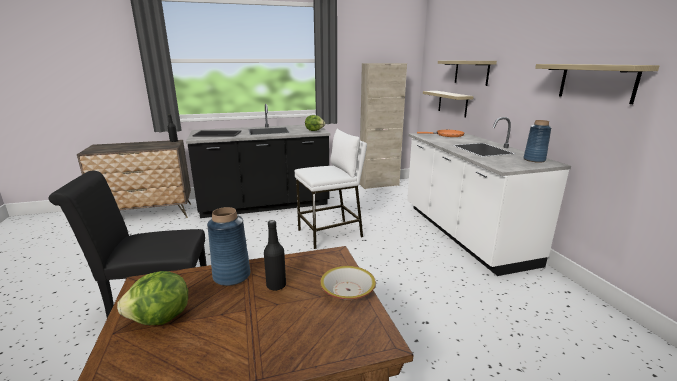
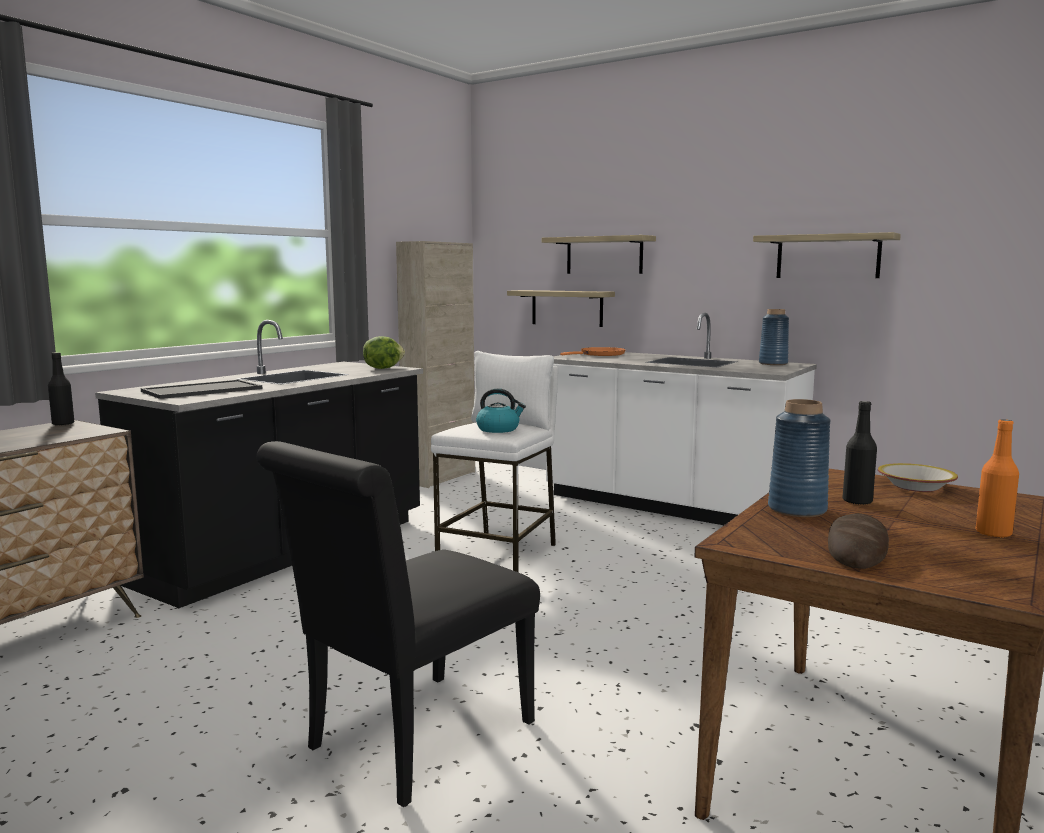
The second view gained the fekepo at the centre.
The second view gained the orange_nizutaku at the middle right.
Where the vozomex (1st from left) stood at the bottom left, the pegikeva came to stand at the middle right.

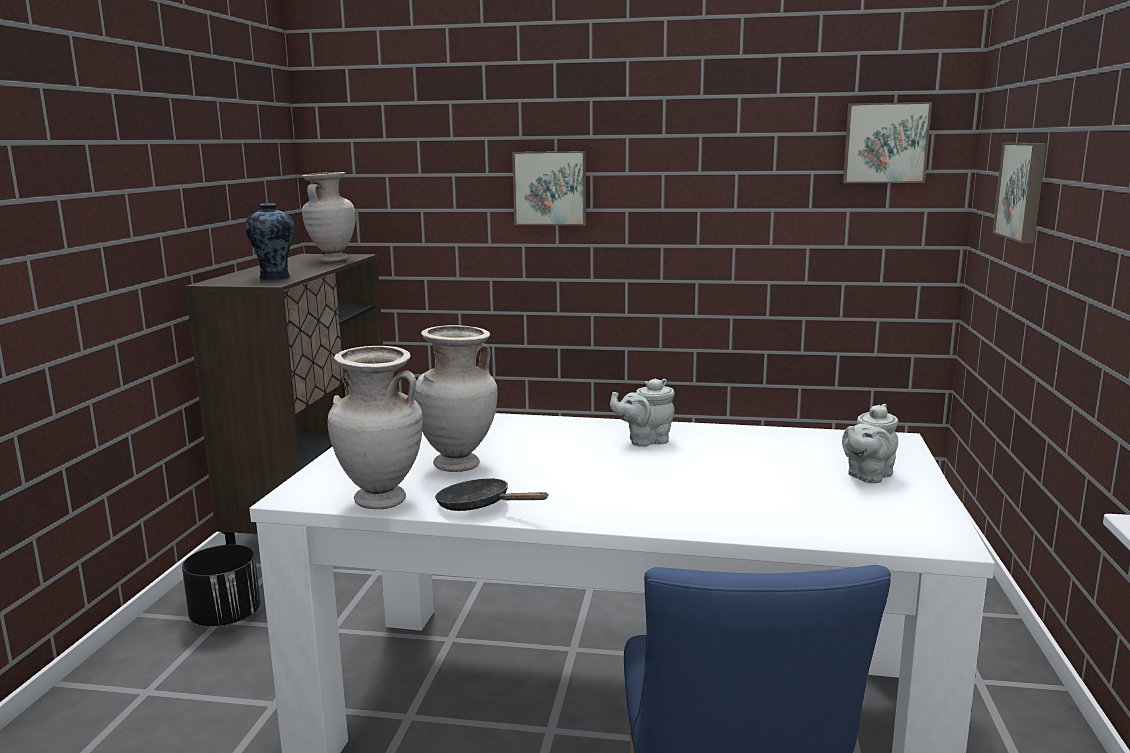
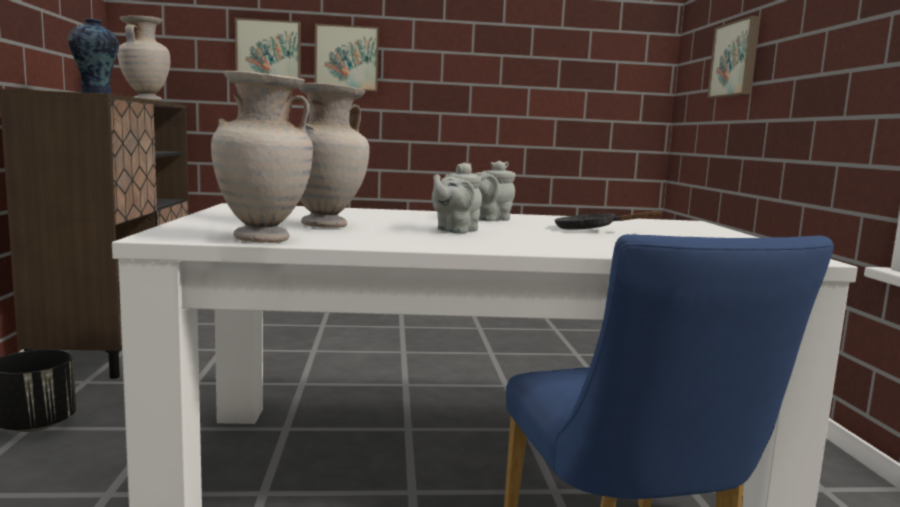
The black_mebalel ended up elsewhere, having gone from the centre to the middle right.
The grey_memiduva (2nd from left in the first image) ended up elsewhere, having gone from the middle right to the centre.
The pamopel (2nd from left in the first image) ended up elsewhere, having gone from the top right to the top left.

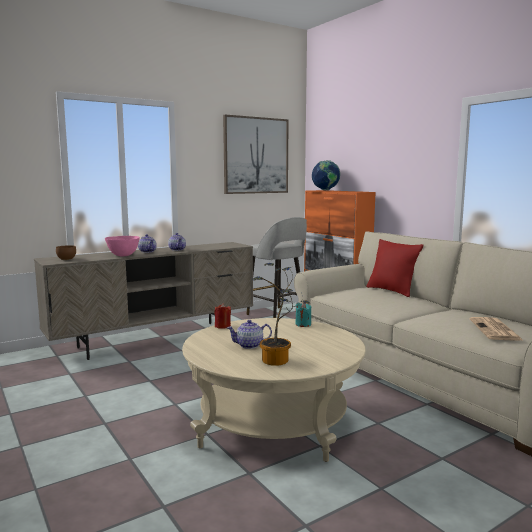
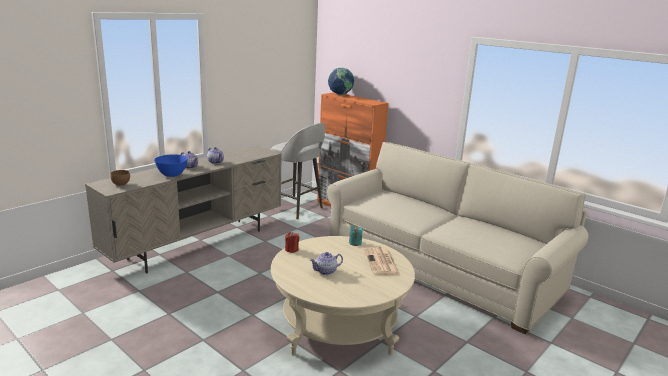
The second view lost the pamopel at the top centre.
The second view lost the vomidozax at the centre.
The second view lost the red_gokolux at the middle right.
The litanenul ended up elsewhere, having gone from the middle right to the bottom centre.
What was the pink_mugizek at the middle left turned into the blue_mugizek at the middle left.

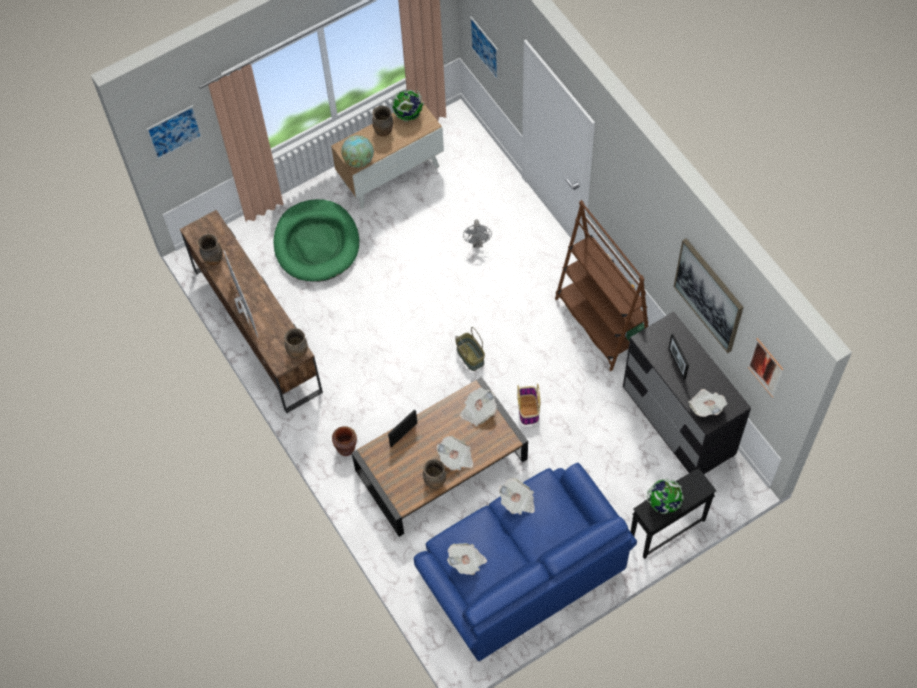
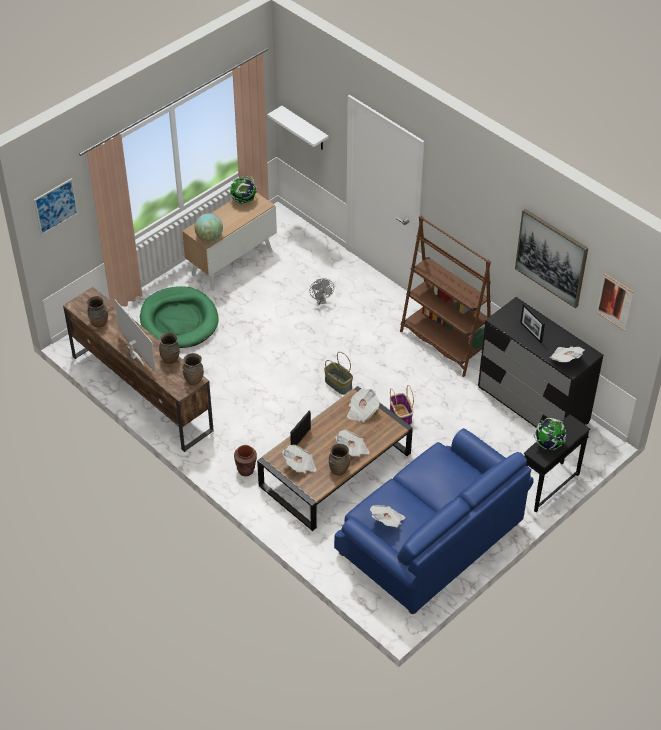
The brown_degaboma (4th from left in the first image) ended up elsewhere, having gone from the top centre to the middle left.
The litanenul (4th from left in the first image) ended up elsewhere, having gone from the bottom centre to the centre.
Where the pamopel (2nd from left) hung at the top centre, the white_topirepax came to hang at the top centre.

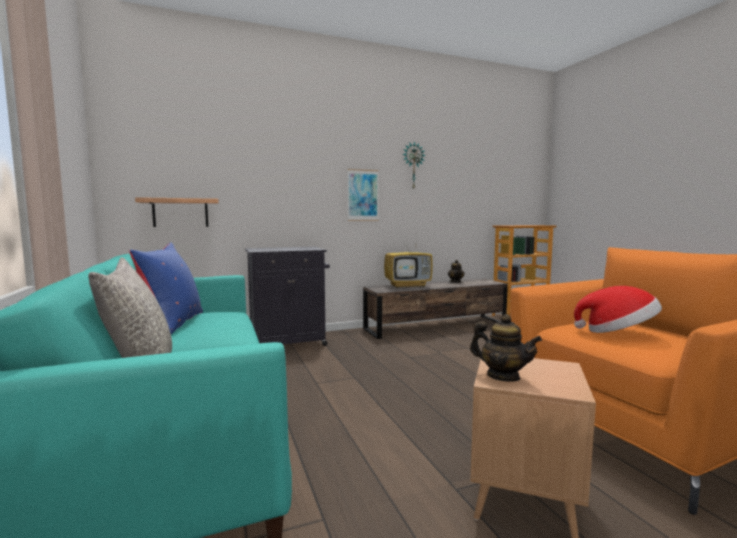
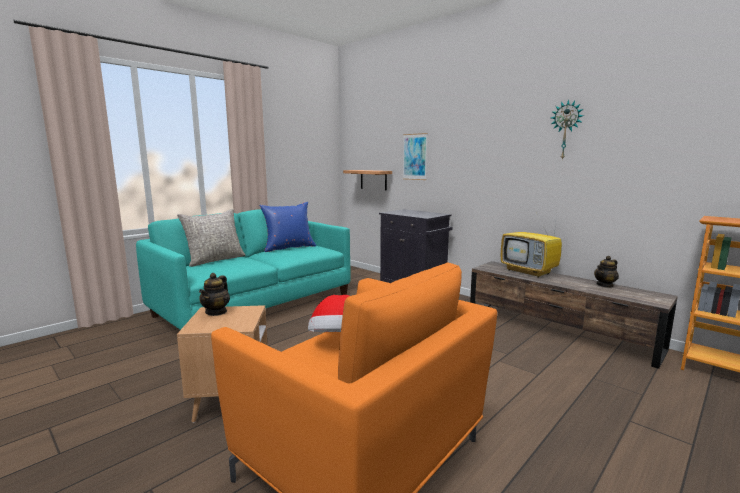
The pamopel ended up elsewhere, having gone from the centre to the top centre.

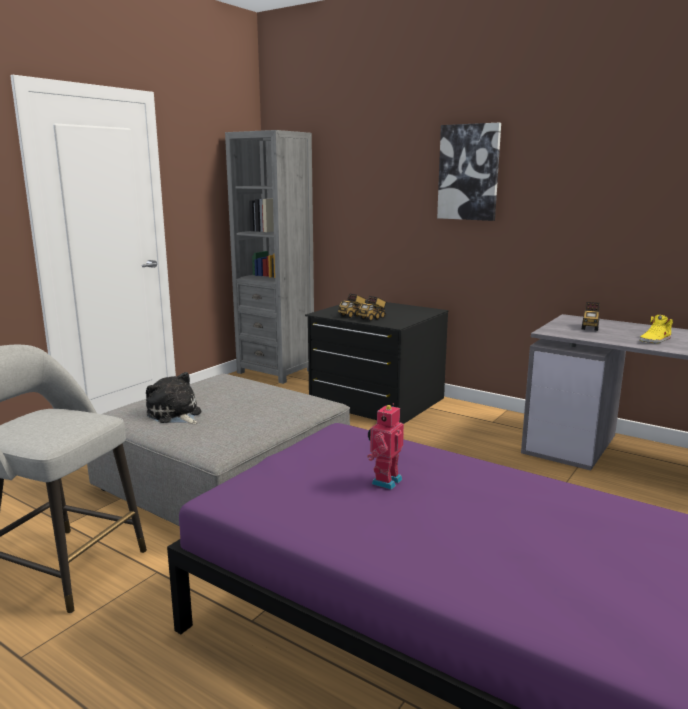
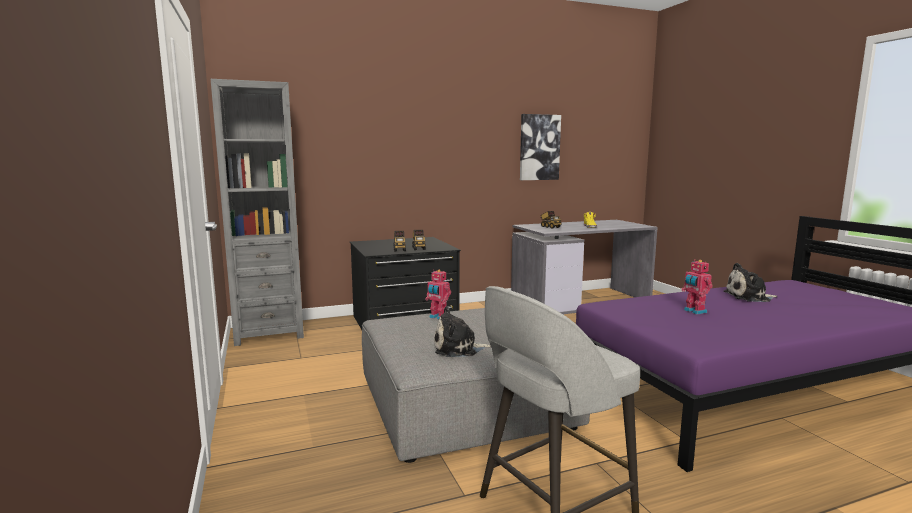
The second view gained the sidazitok (1st from left) at the centre.
The second view gained the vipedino (2nd from left) at the middle right.
The pamopel ended up elsewhere, having gone from the top right to the top centre.

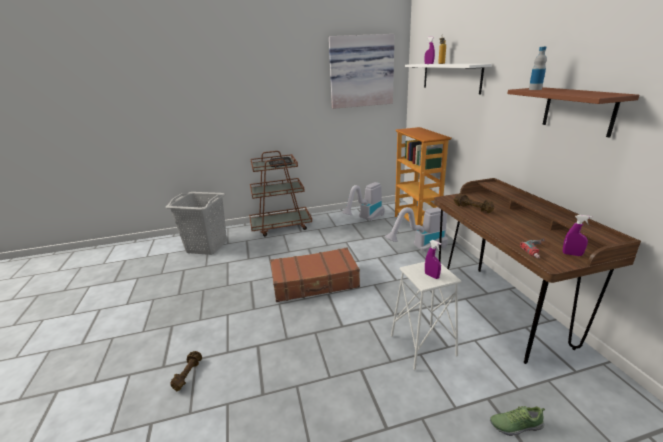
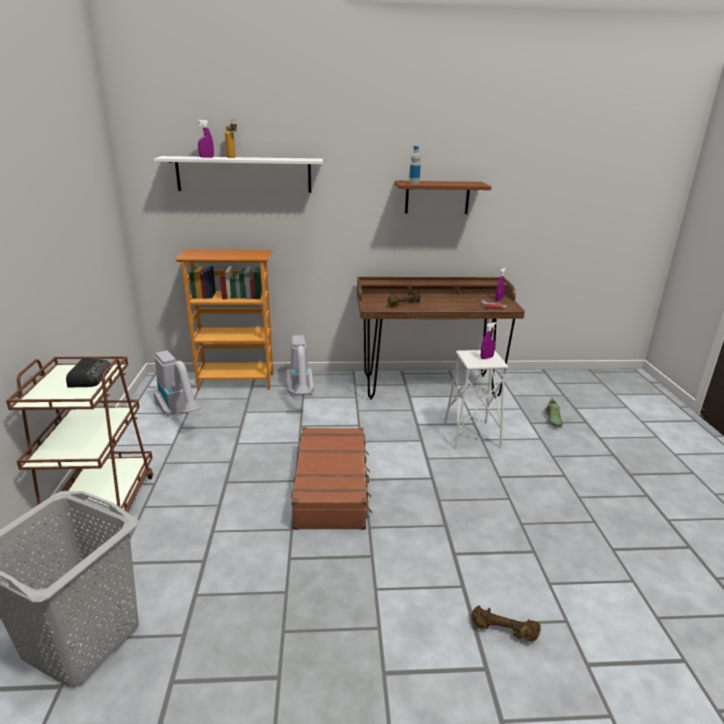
The second view lost the pamopel at the top centre.

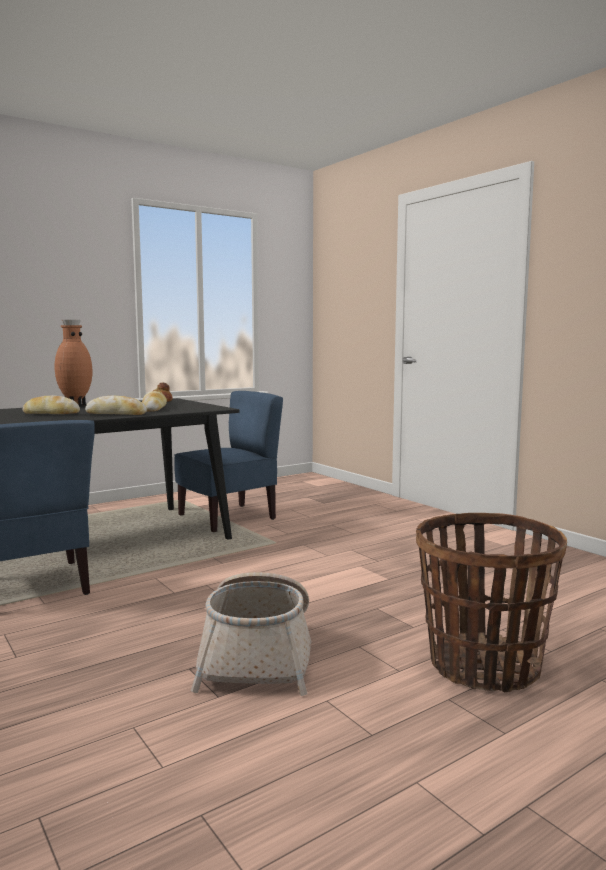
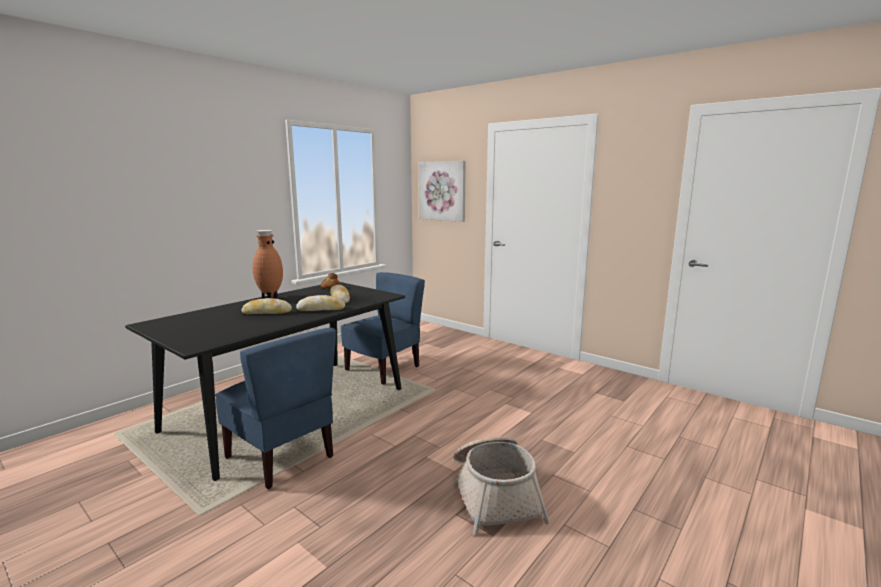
The second view lost the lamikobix (2nd from left) at the bottom right.
The second view gained the pamopel at the top centre.

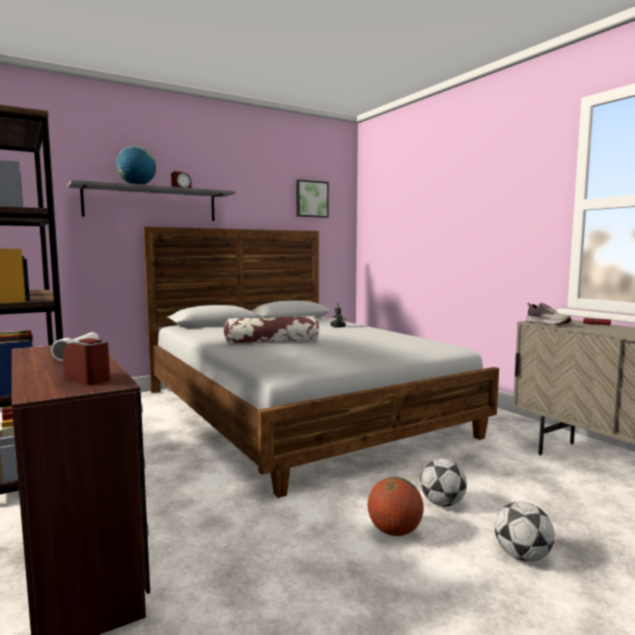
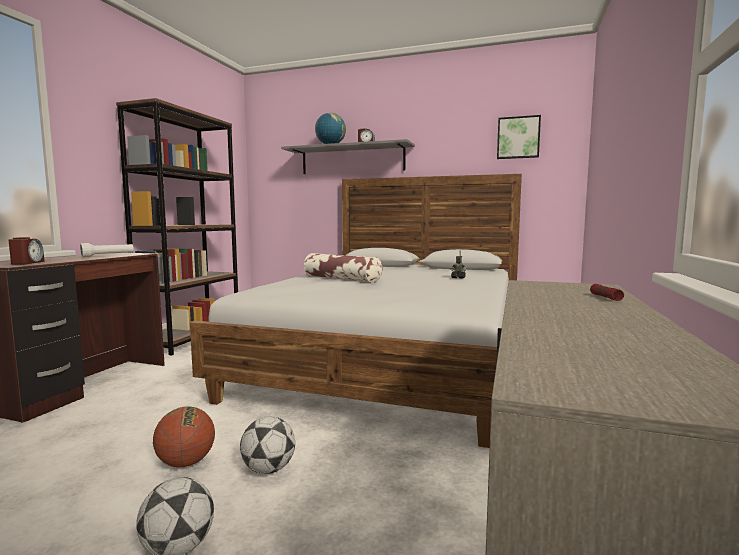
The second view lost the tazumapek at the middle right.

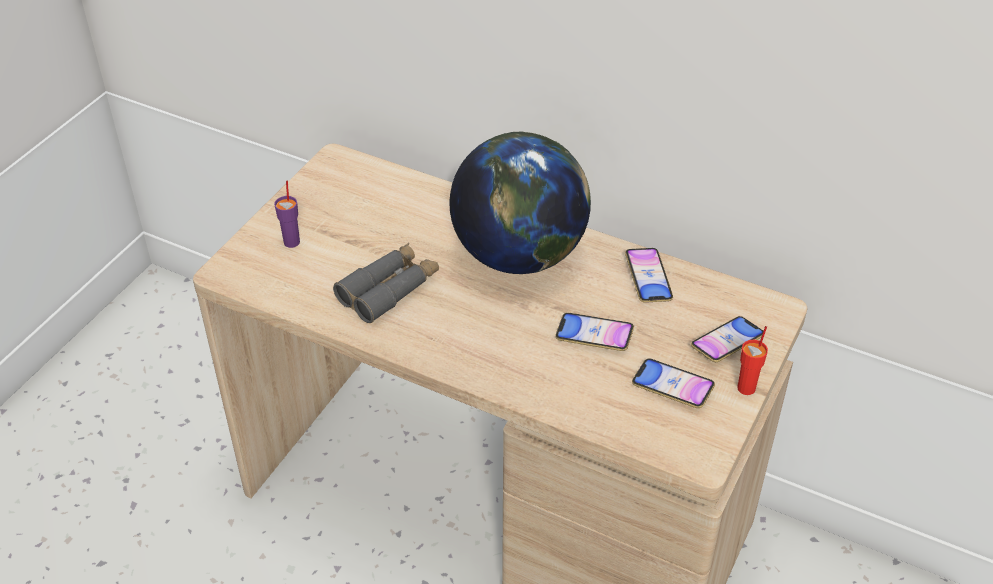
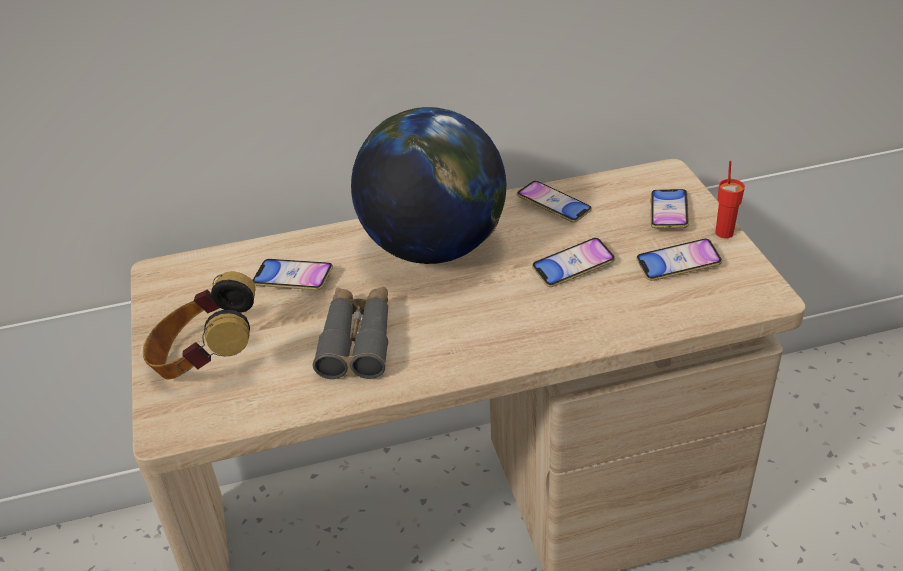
The second view gained the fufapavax (1st from left) at the middle left.
Where the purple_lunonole stood at the middle left, the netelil came to stand at the middle left.

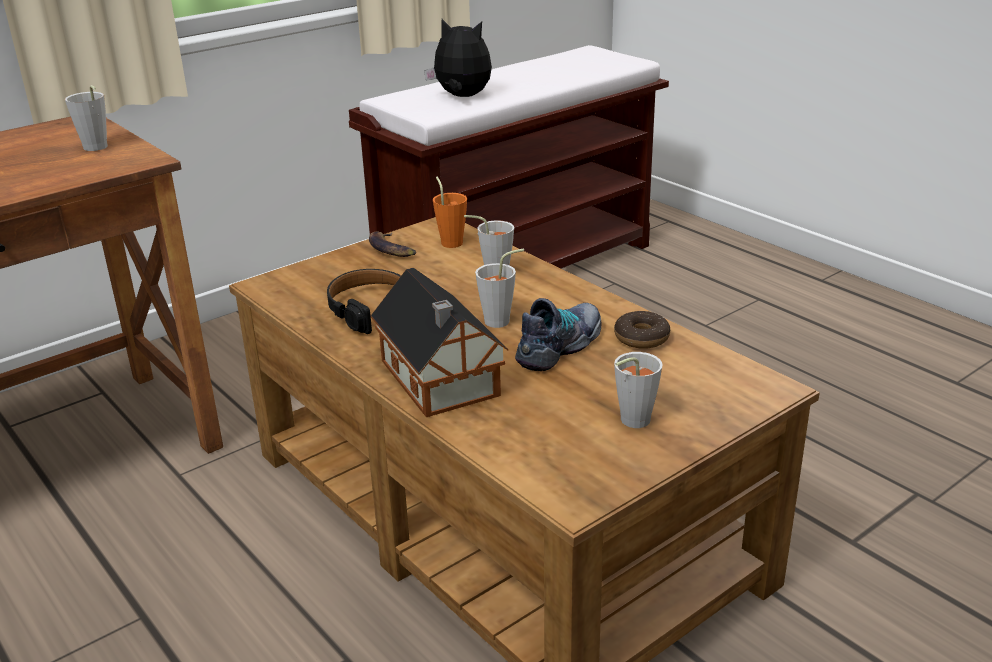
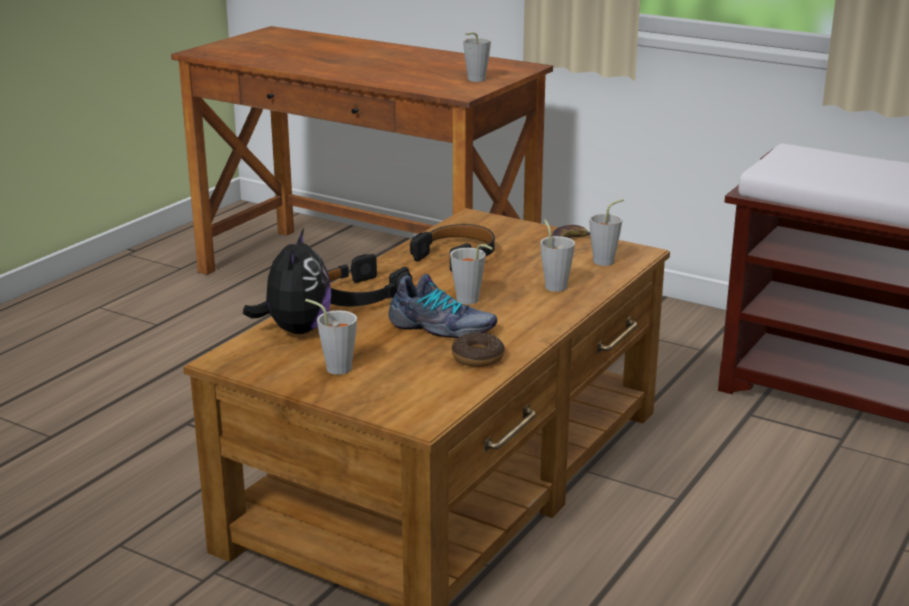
The vipedino ended up elsewhere, having gone from the top centre to the middle left.
Where the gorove stood at the centre, the black_netelil (1st from left) came to stand at the centre.
What was the orange_lunonole at the top centre turned into the grey_lunonole (5th from left) at the middle right.

